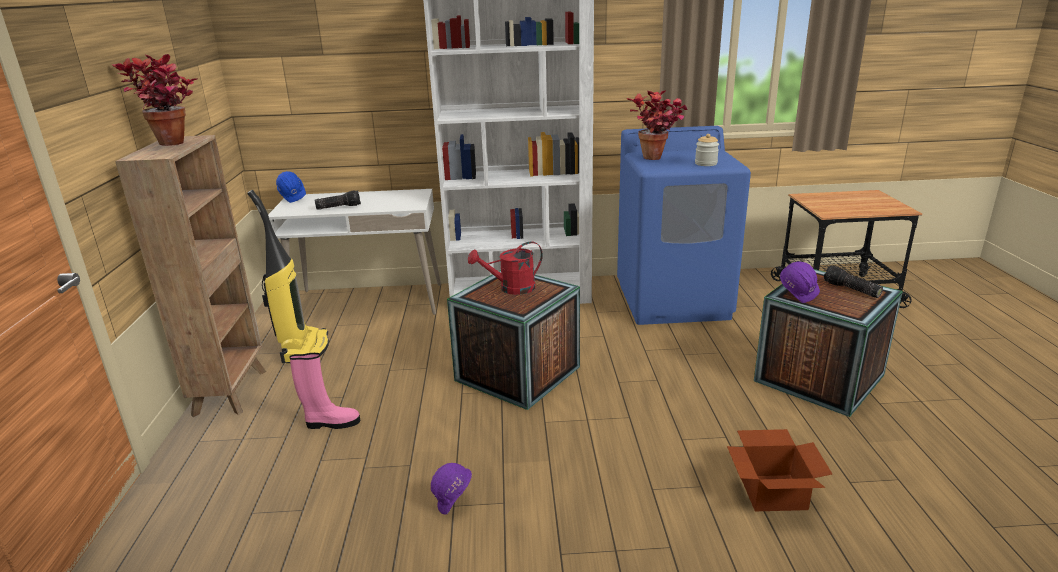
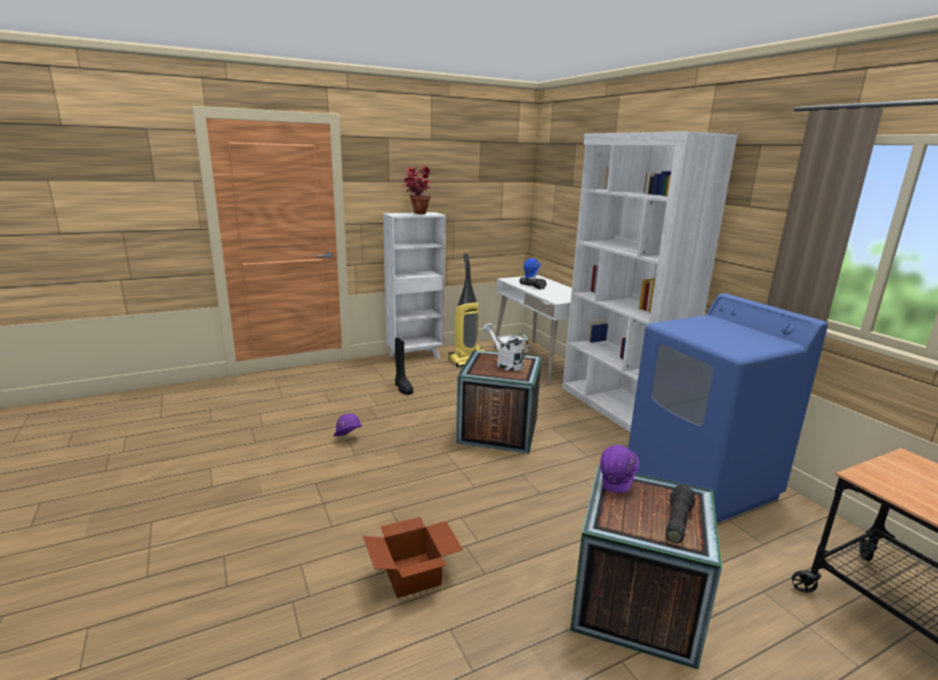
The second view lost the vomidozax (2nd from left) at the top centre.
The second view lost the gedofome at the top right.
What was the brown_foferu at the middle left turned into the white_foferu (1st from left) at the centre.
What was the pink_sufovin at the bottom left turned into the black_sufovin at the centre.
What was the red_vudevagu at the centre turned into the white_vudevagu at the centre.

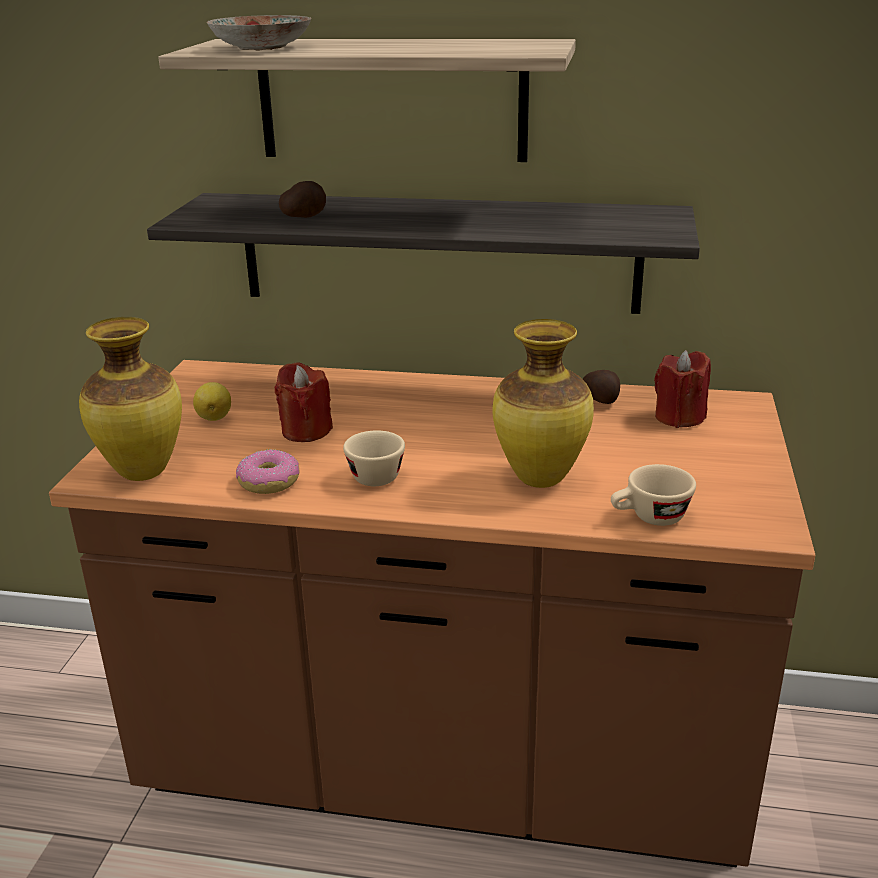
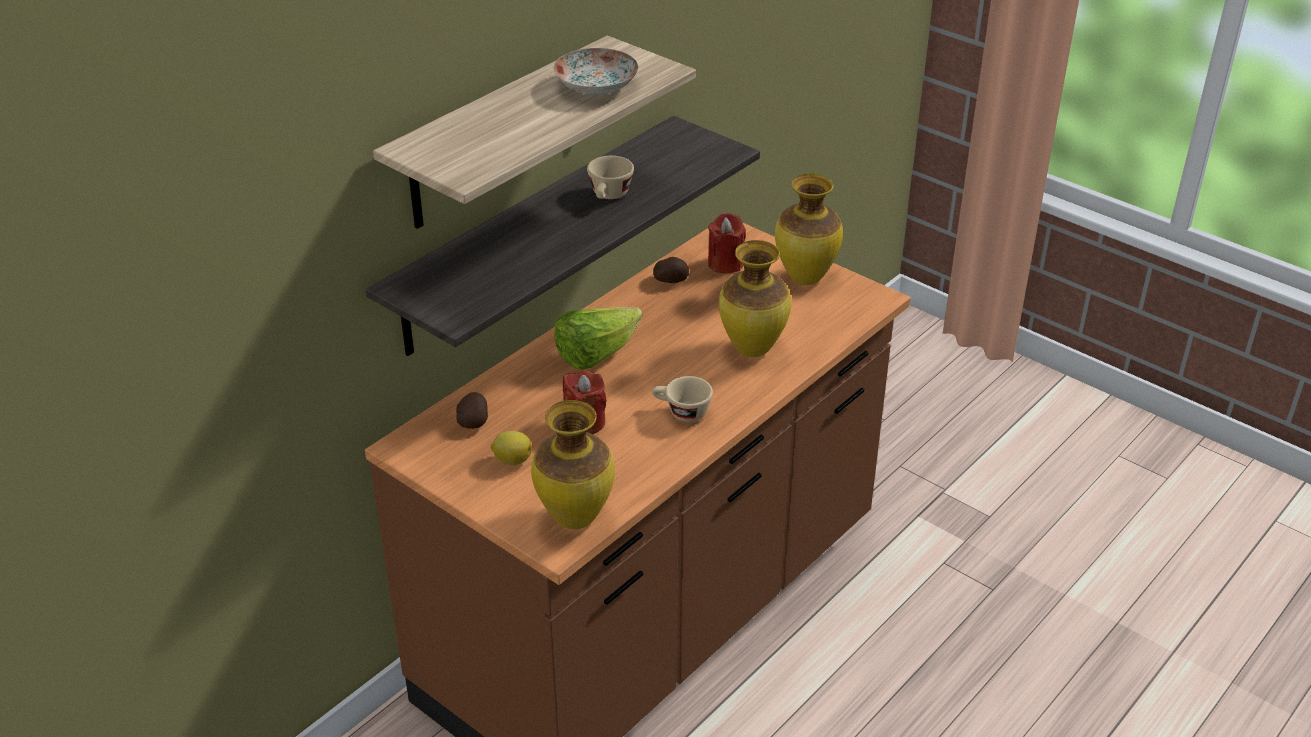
The second view lost the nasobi at the middle left.
The second view gained the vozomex at the centre.
The second view gained the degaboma (3rd from left) at the top centre.
The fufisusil ended up elsewhere, having gone from the top left to the top centre.
The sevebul (1st from left) ended up elsewhere, having gone from the top centre to the centre.
The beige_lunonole (2nd from left in the first image) ended up elsewhere, having gone from the middle right to the top centre.

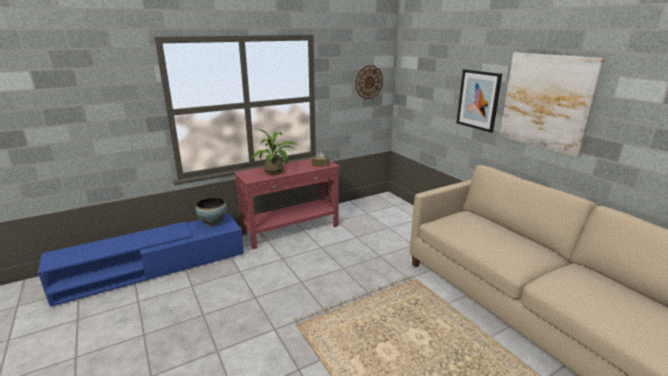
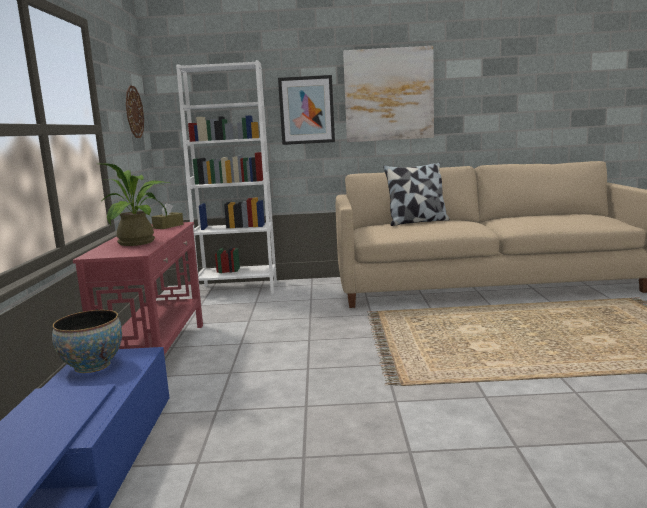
The second view gained the white_foferu at the centre.
The second view gained the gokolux at the centre.

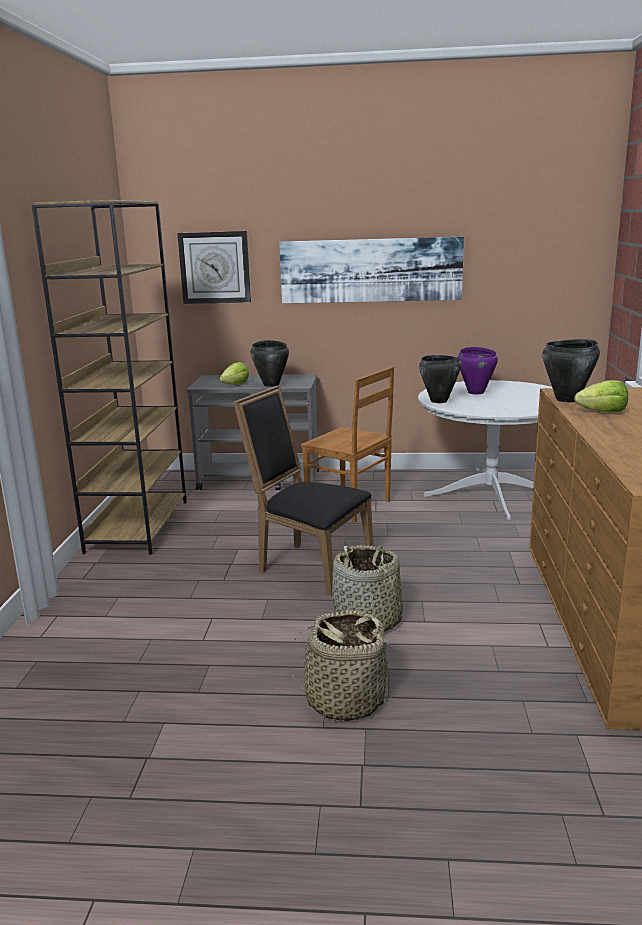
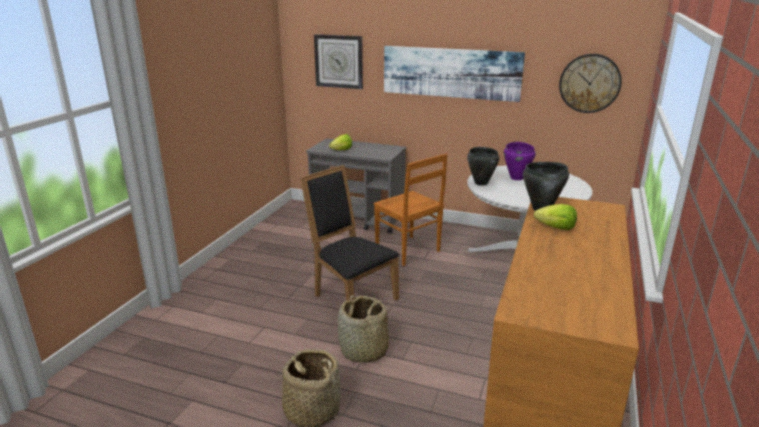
The second view lost the brown_foferu at the middle left.
The second view lost the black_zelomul (1st from left) at the centre.
The second view gained the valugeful (2nd from left) at the top right.

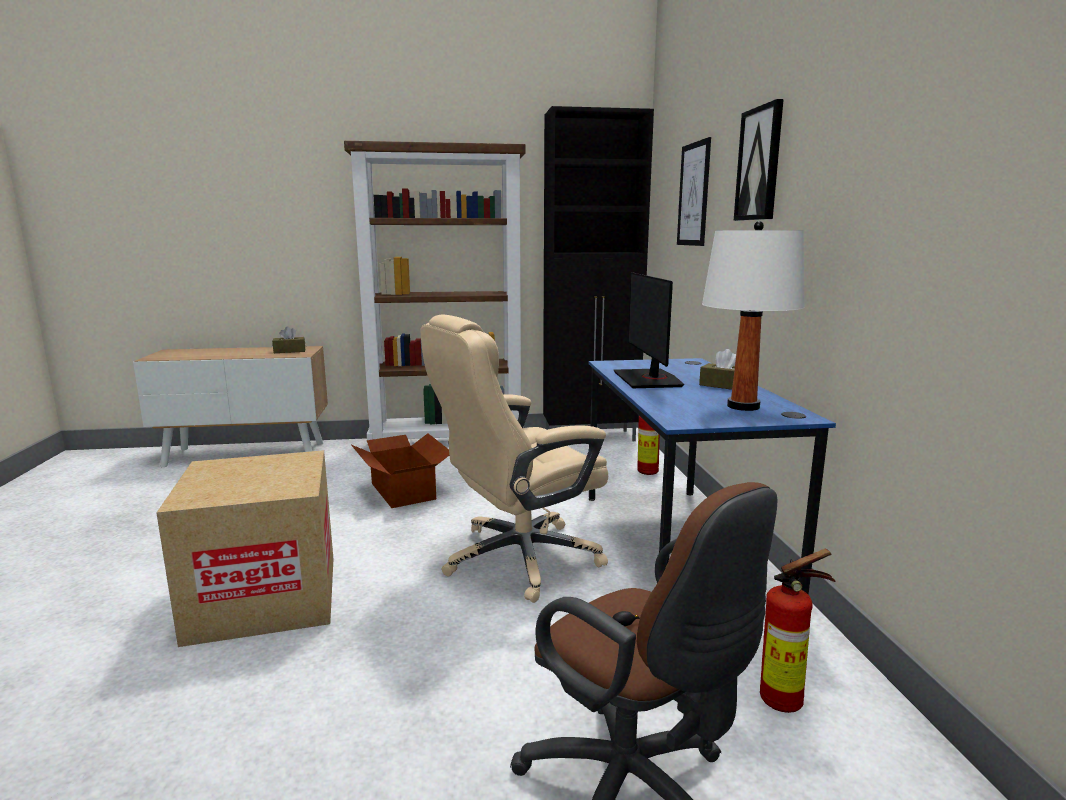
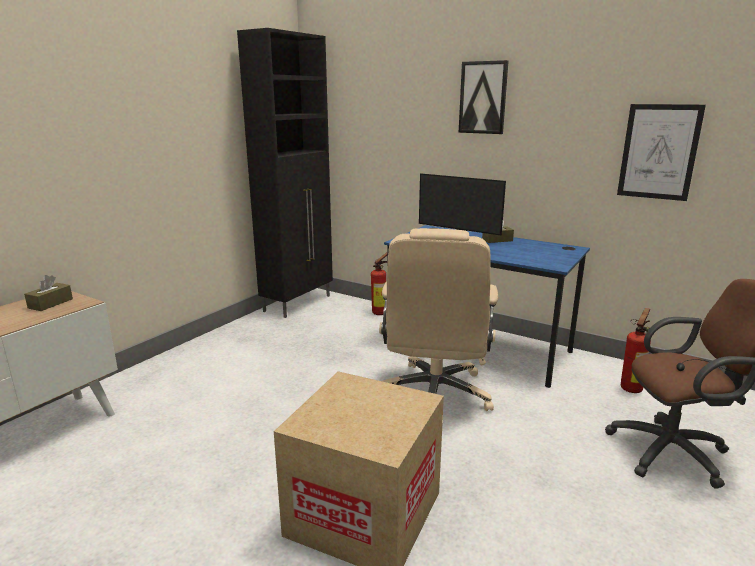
The second view lost the brown_foferu at the centre.
The second view lost the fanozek (2nd from left) at the centre.
The second view lost the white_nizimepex at the middle right.
The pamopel (1st from left in the first image) ended up elsewhere, having gone from the top centre to the top right.

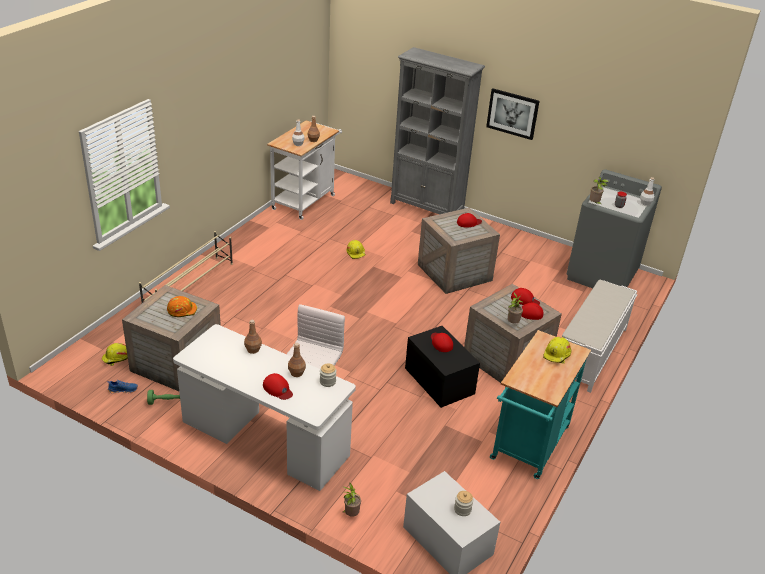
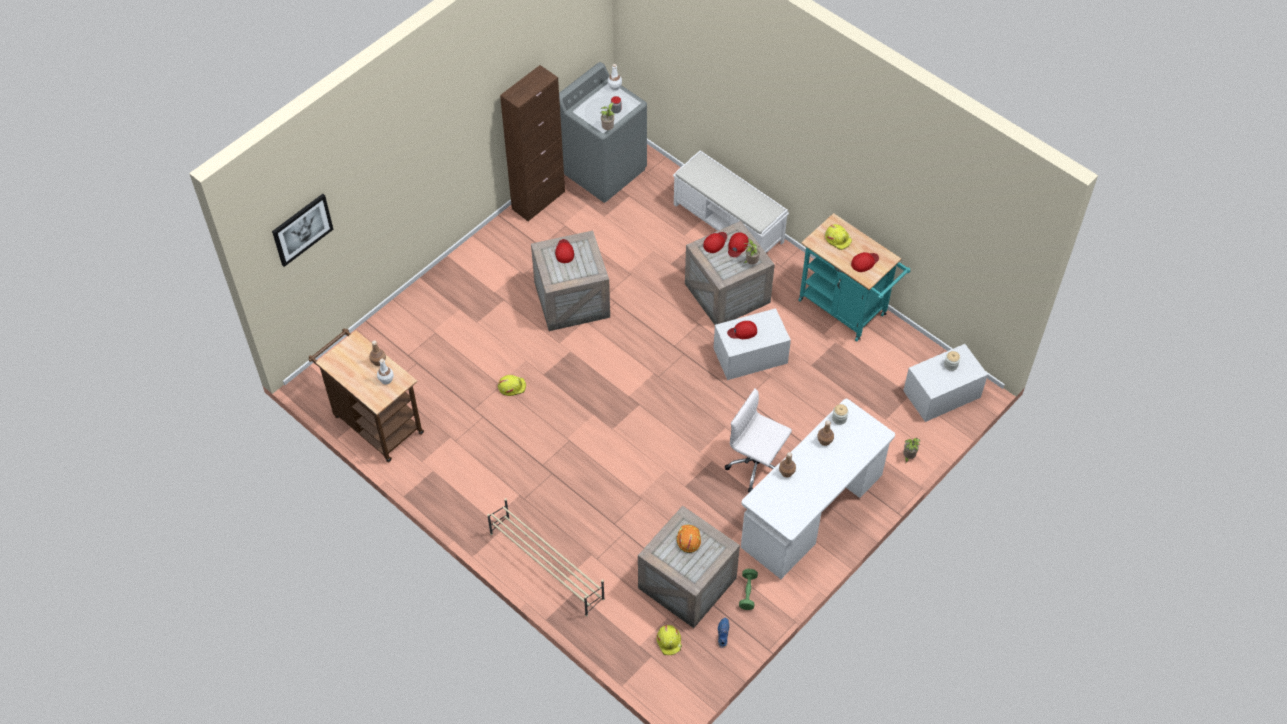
The second view lost the grey_foferu at the top centre.
The second view gained the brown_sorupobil at the top centre.
The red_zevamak (1st from left in the first image) ended up elsewhere, having gone from the bottom centre to the middle right.
The pamopel ended up elsewhere, having gone from the top right to the top left.
What was the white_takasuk at the top centre turned into the brown_takasuk at the middle left.
What was the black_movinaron at the centre turned into the white_movinaron (1st from left) at the centre.

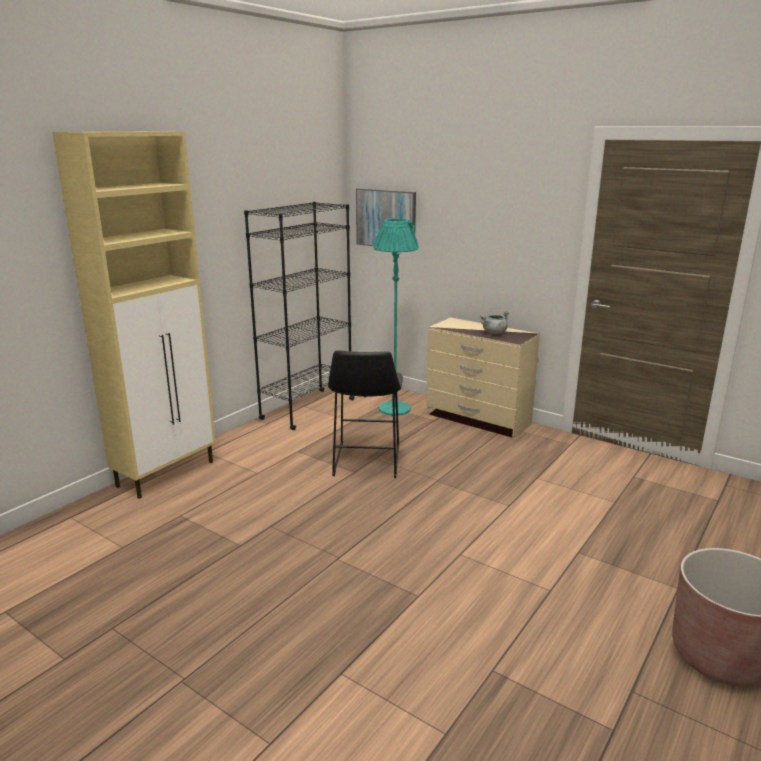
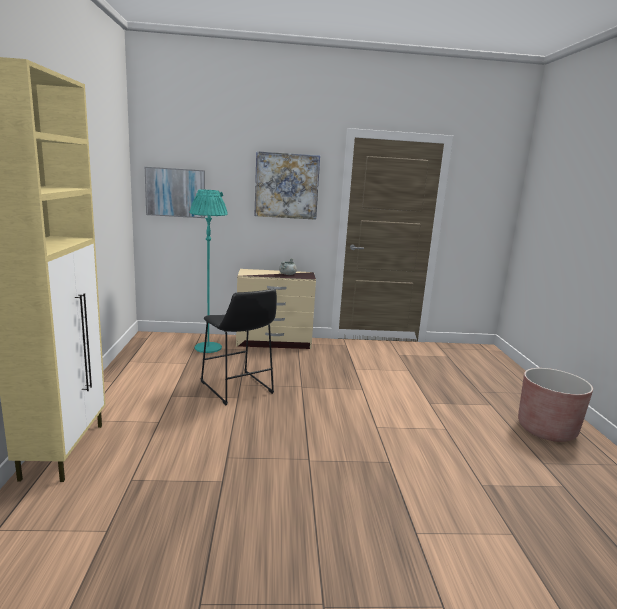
The second view lost the black_foferu at the centre.
The second view gained the pamopel (2nd from left) at the top centre.

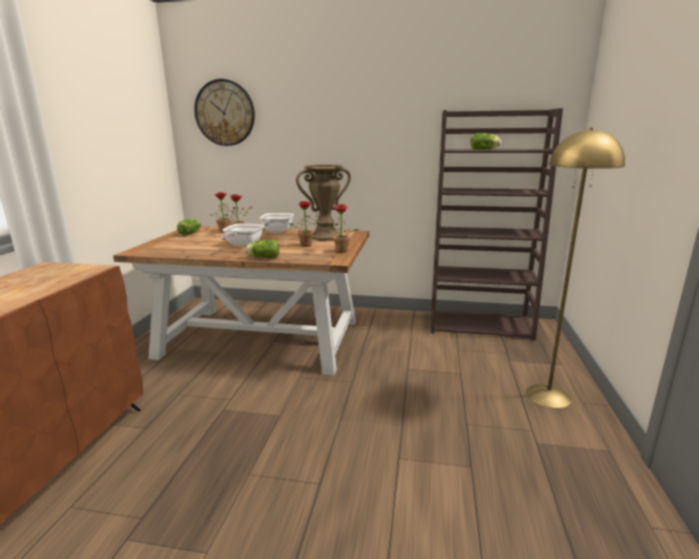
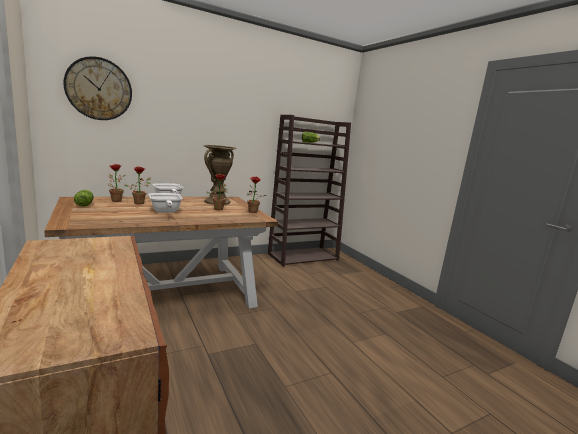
The second view lost the vozomex (2nd from left) at the centre.
The second view lost the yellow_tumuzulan at the middle right.

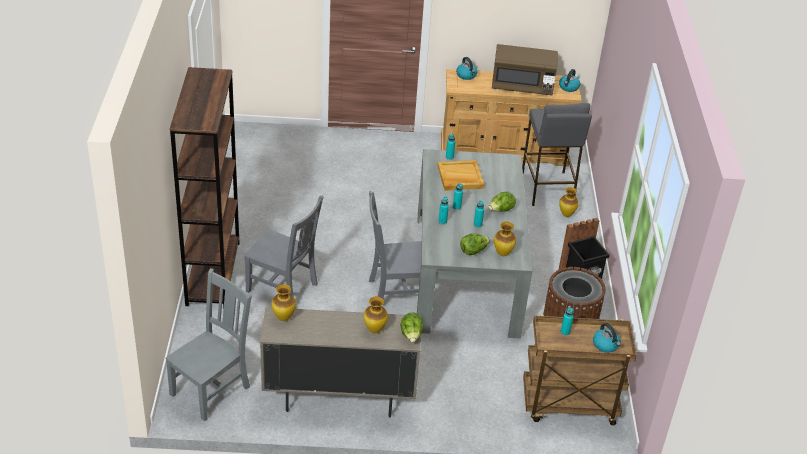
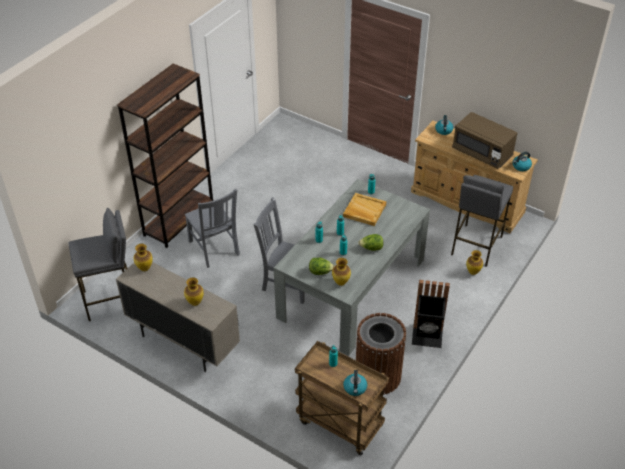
The second view lost the vozomex (1st from left) at the bottom centre.
Where the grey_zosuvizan (1st from left) stood at the bottom left, the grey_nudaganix (1st from left) came to stand at the middle left.

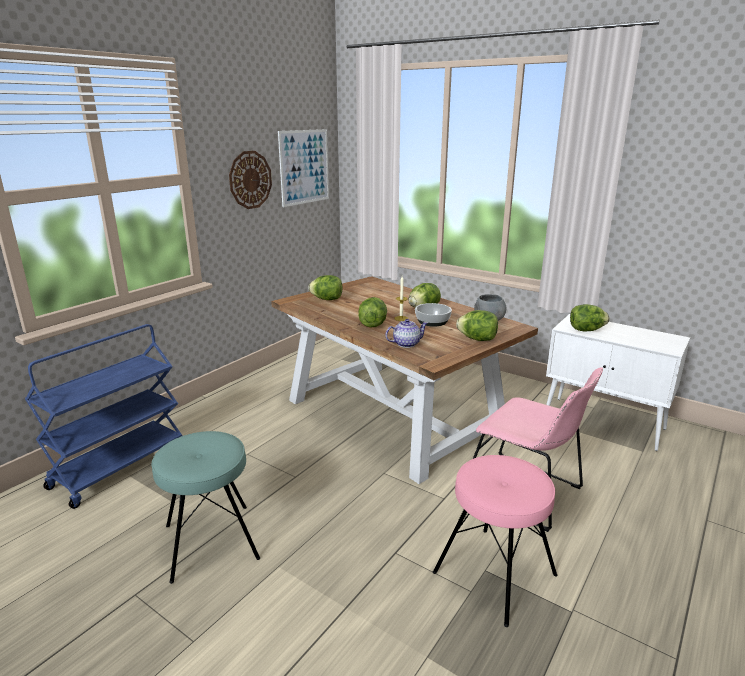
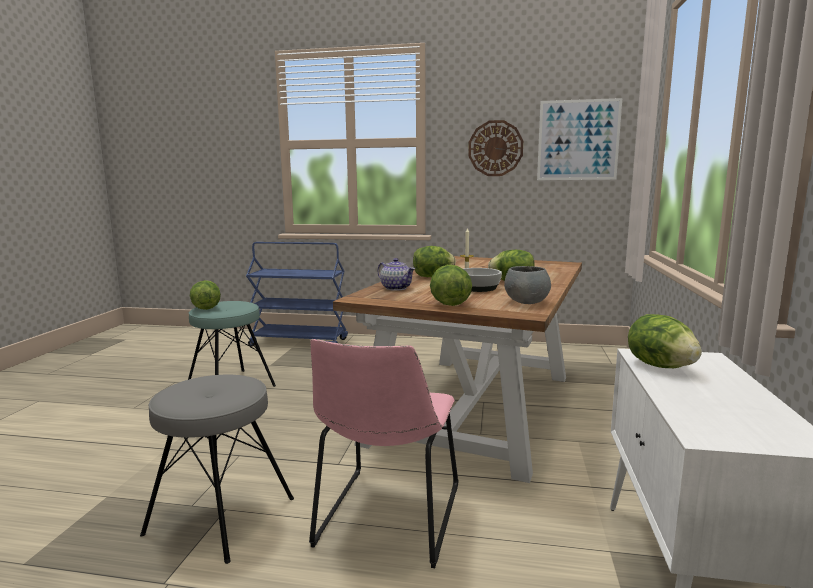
The vozomex (1st from left) ended up elsewhere, having gone from the centre to the middle left.
What was the pink_nudaganix at the bottom centre turned into the grey_nudaganix at the bottom left.

